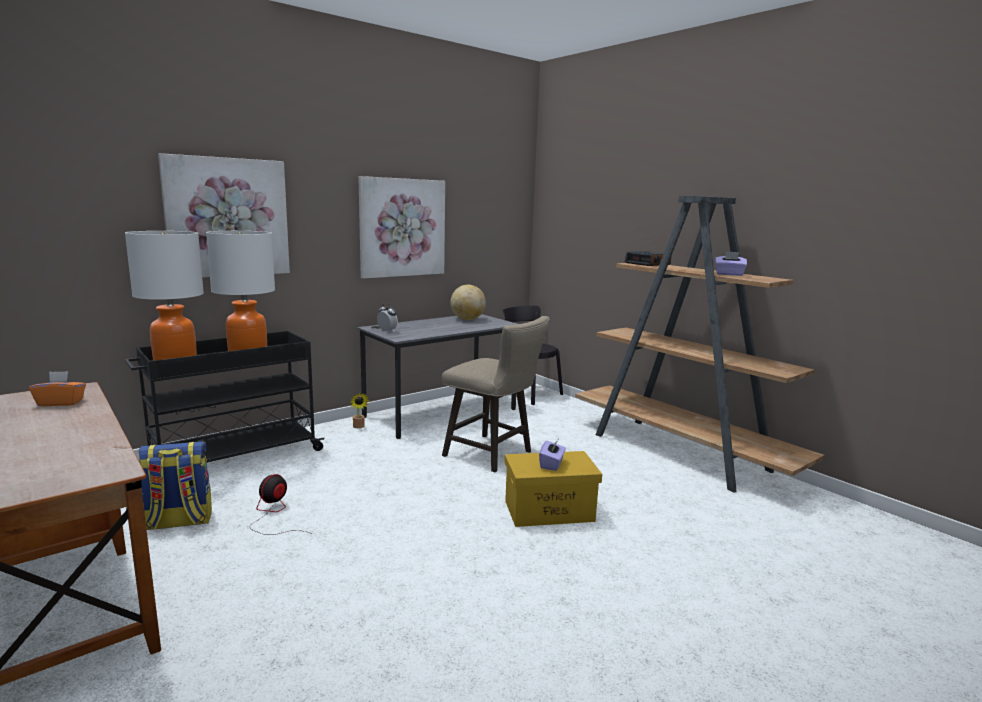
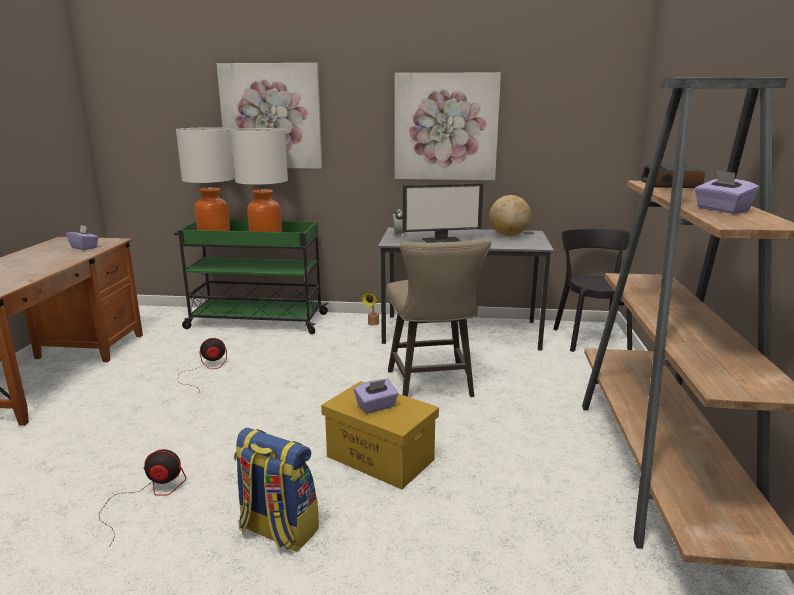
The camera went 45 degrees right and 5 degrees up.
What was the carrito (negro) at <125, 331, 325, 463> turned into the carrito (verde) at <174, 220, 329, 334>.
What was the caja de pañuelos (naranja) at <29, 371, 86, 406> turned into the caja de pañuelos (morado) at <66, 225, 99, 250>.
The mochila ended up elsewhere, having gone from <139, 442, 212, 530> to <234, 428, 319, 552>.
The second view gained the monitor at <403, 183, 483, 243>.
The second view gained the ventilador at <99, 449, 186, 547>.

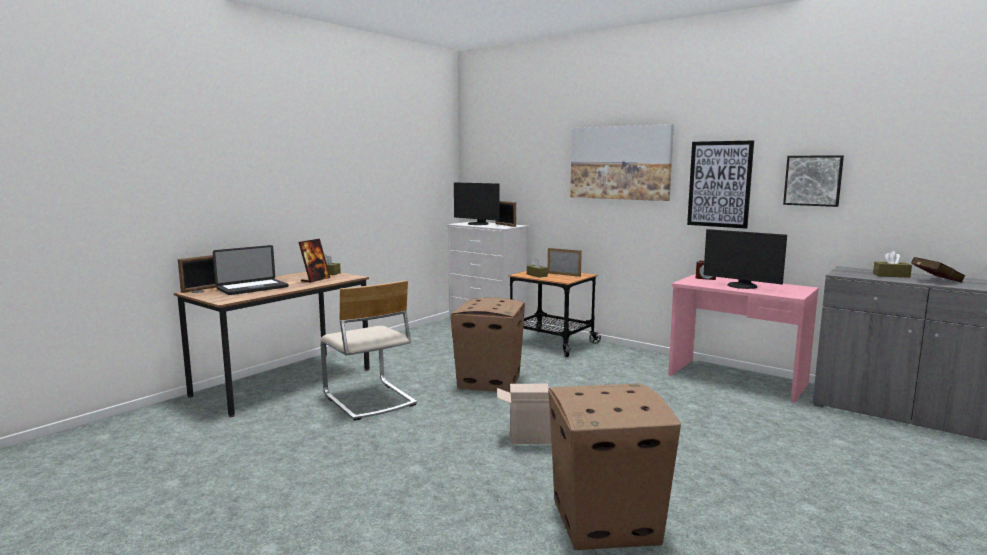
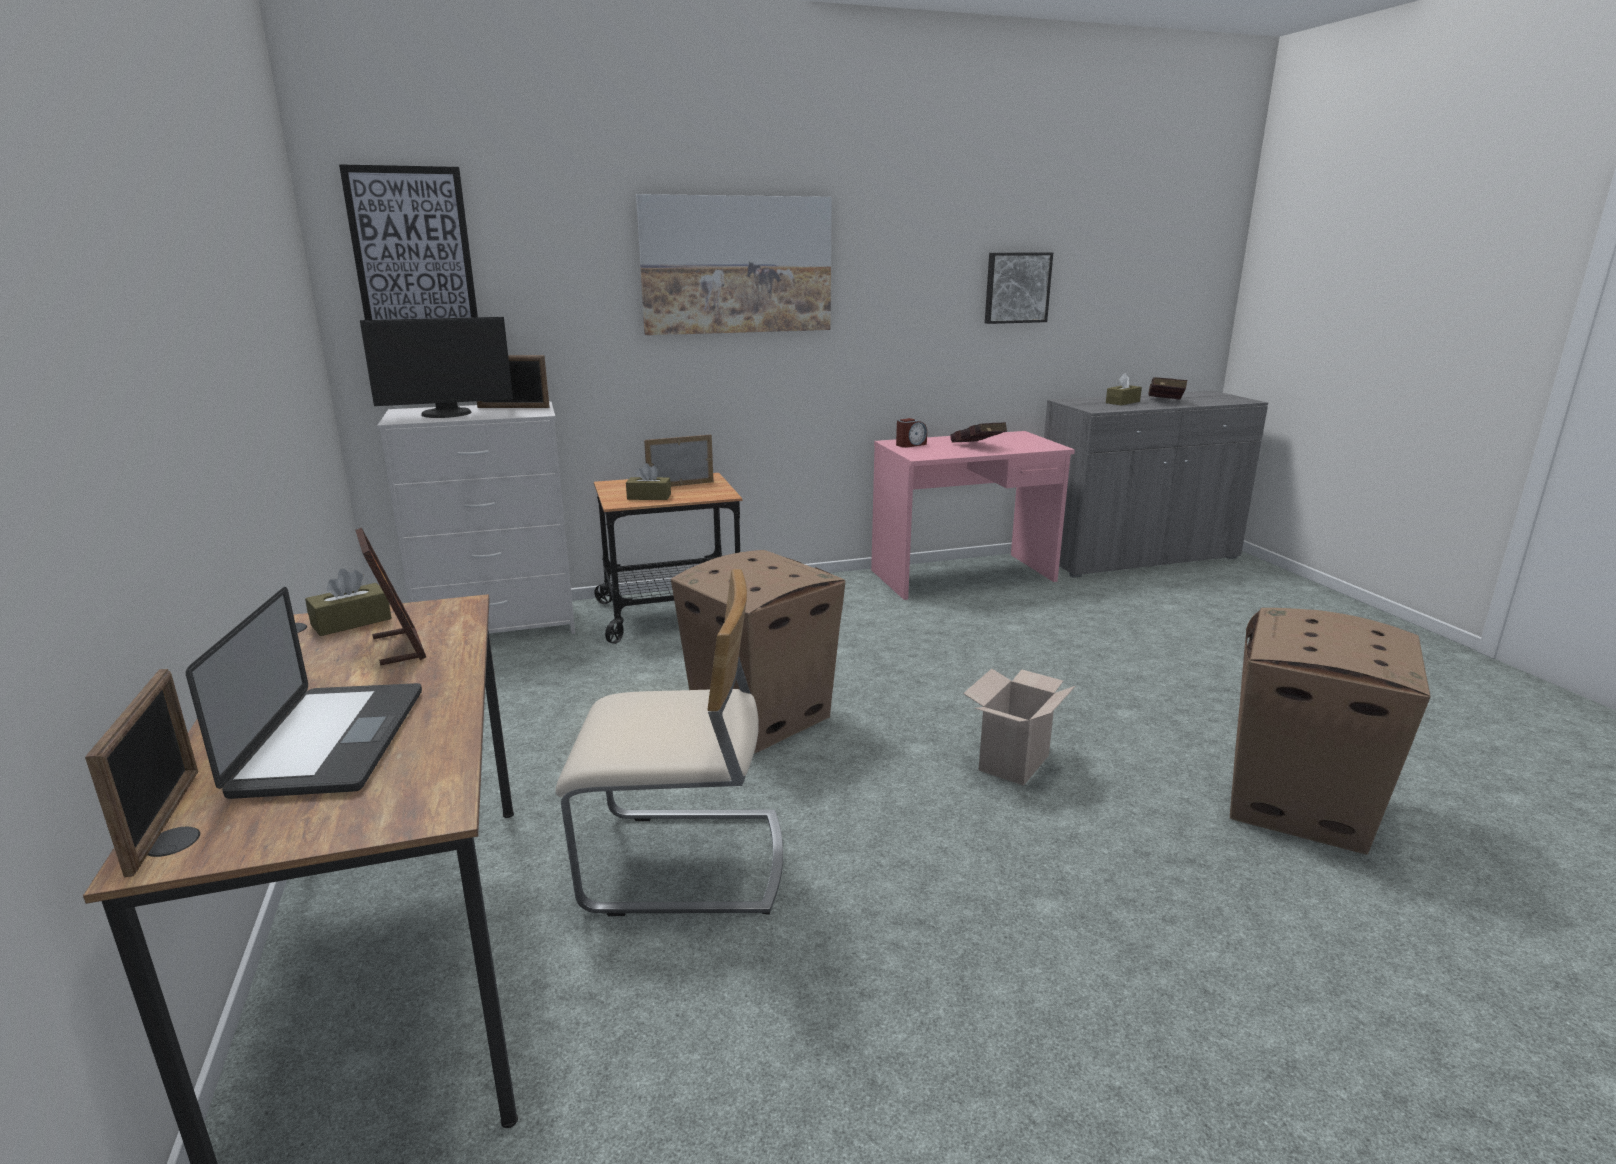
The camera went 55 degrees left and 10 degrees up.
The cuadro ended up elsewhere, having gone from <687, 140, 754, 229> to <339, 164, 478, 320>.
Where the monitor stood at <703, 229, 787, 289>, the libro (rojo) came to stand at <950, 422, 1007, 442>.

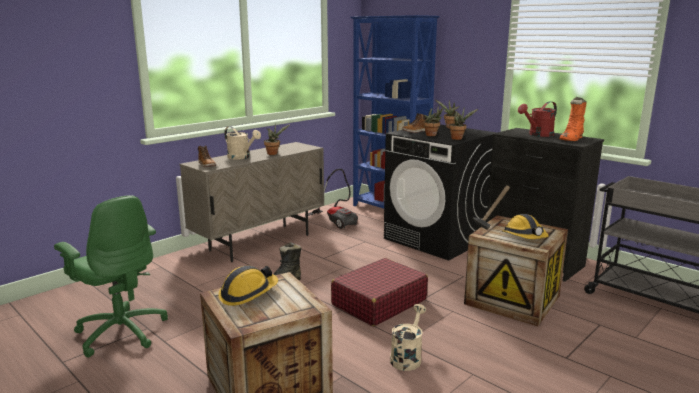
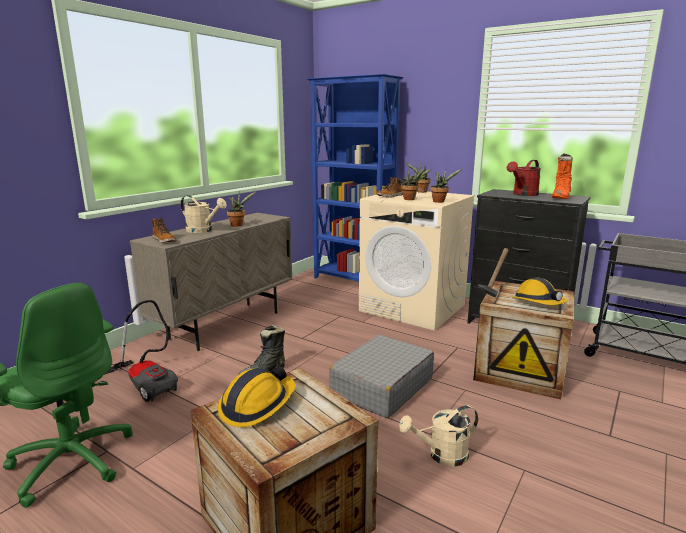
The camera went 10 degrees left and 0 degrees up.
What was the lavadora (negro) at <384, 124, 497, 260> turned into the lavadora (beis) at <359, 191, 475, 331>.
The aspiradora ended up elsewhere, having gone from <305, 169, 358, 229> to <104, 300, 178, 402>.
What was the maleta (rojo) at <331, 258, 428, 326> turned into the maleta (gris) at <329, 335, 434, 418>.
The regadera (beis) at <390, 304, 426, 371> ended up facing another way, 120 degrees counterclockwise from before.

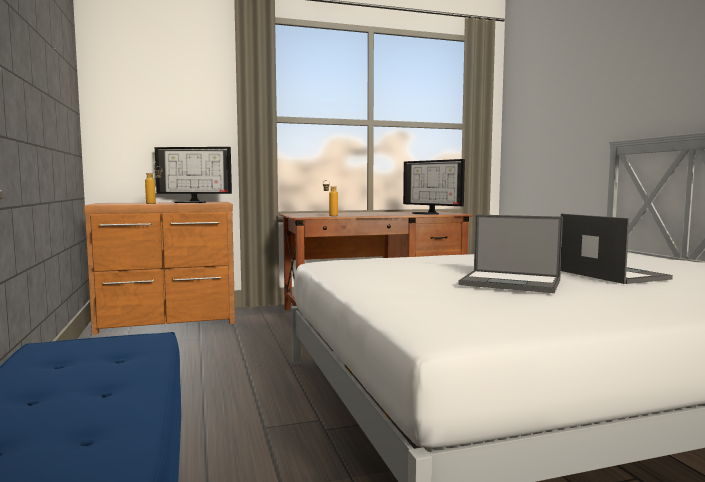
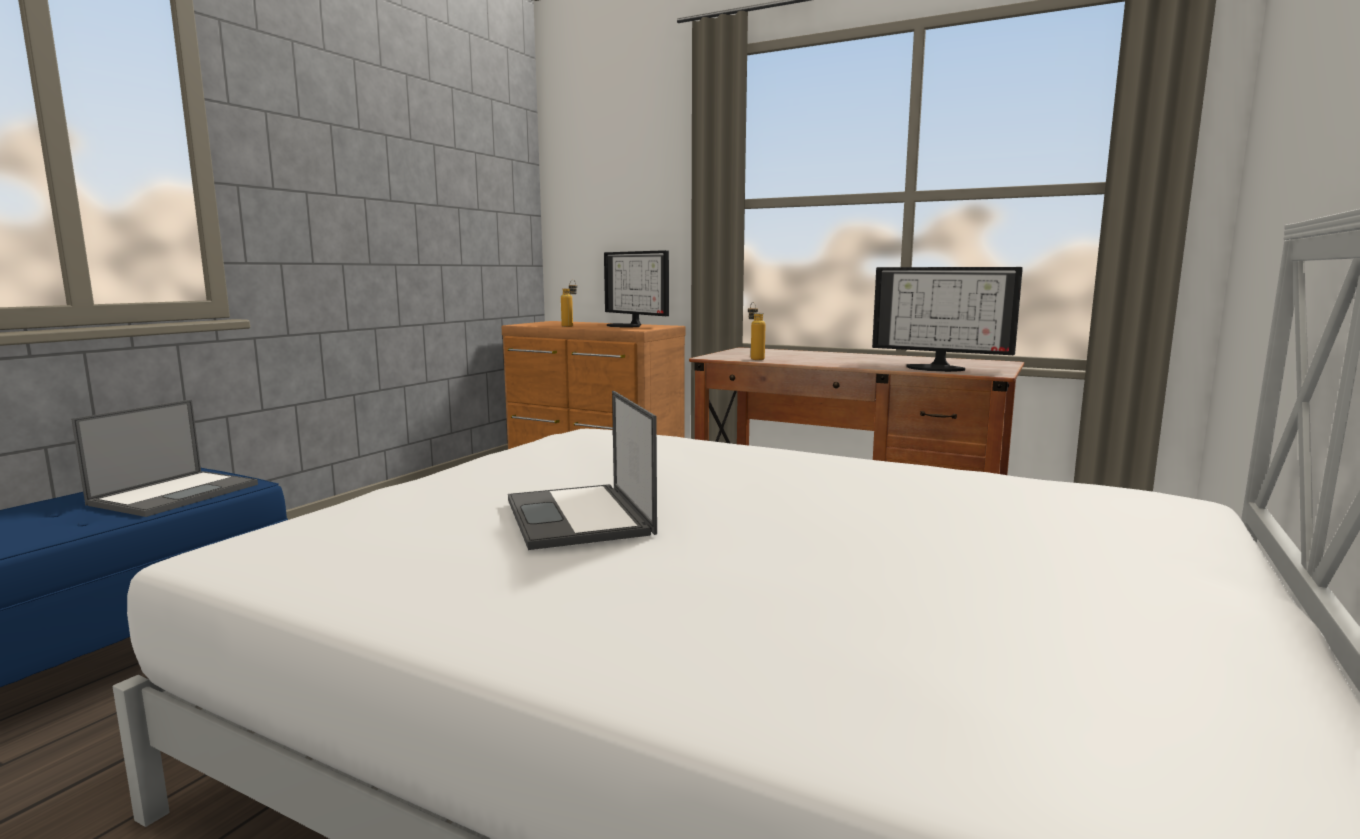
The camera went 45 degrees right and 5 degrees up.
The monitor at <403, 159, 465, 215> ended up facing another way, 60 degrees counterclockwise from before.
The portátil ended up elsewhere, having gone from <561, 214, 673, 284> to <71, 400, 258, 517>.

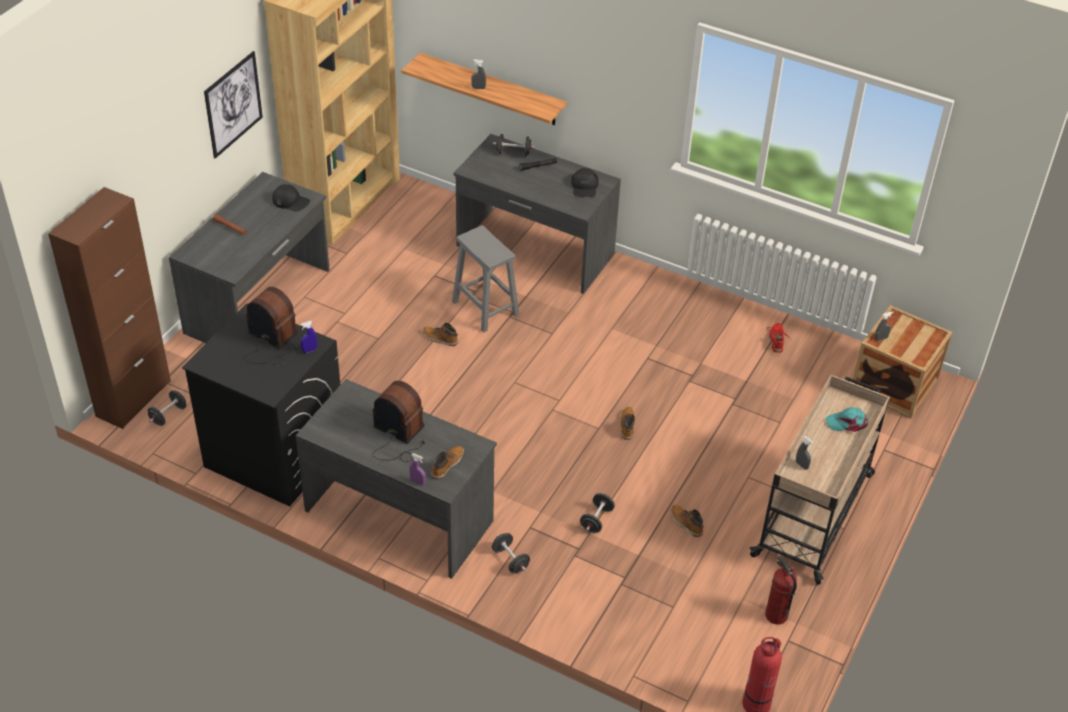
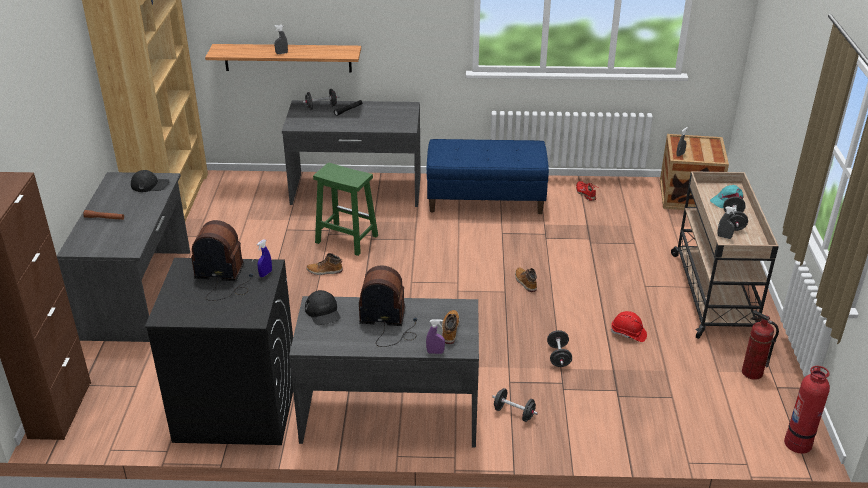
The camera went 25 degrees left and 10 degrees down.
The second view lost the cuadro at <204, 51, 263, 159>.
The gorra (negro) ended up elsewhere, having gone from <571, 168, 599, 197> to <305, 290, 341, 325>.
What was the taburete (gris) at <452, 225, 519, 332> turned into the taburete (verde) at <313, 163, 378, 256>.
The mancuerna (negro) ended up elsewhere, having gone from <148, 390, 186, 426> to <723, 196, 748, 231>.
Where the bota stood at <671, 505, 704, 537>, the casco (rojo) came to stand at <610, 311, 647, 342>.
The second view gained the banco (azul) at <427, 139, 549, 214>.

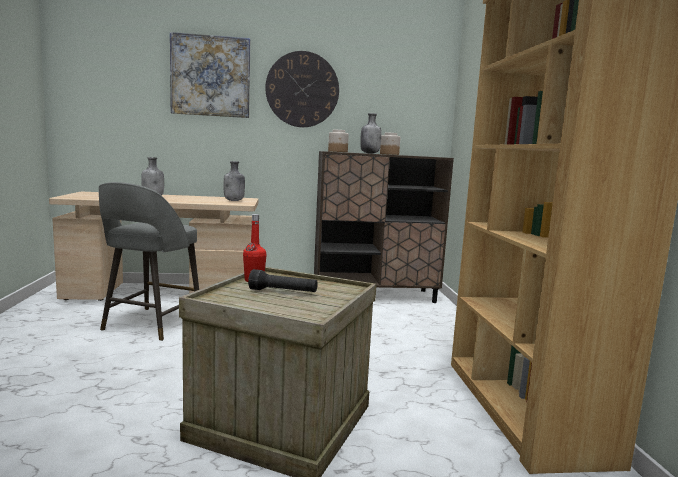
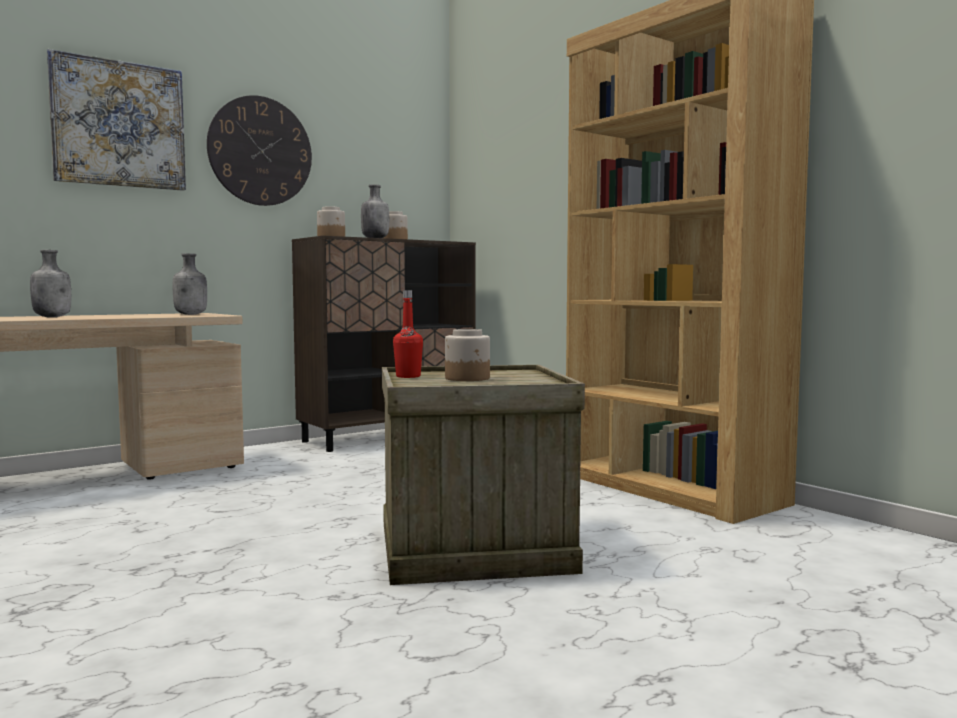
The camera went 30 degrees left and 5 degrees down.
The second view lost the taburete (gris) at <99, 182, 199, 341>.
Where the linterna (negro) stood at <248, 269, 318, 292>, the tarro came to stand at <445, 329, 490, 381>.

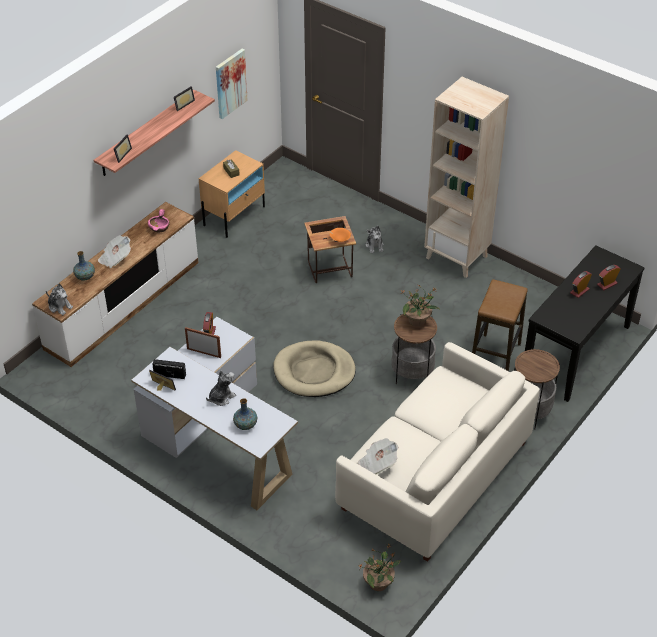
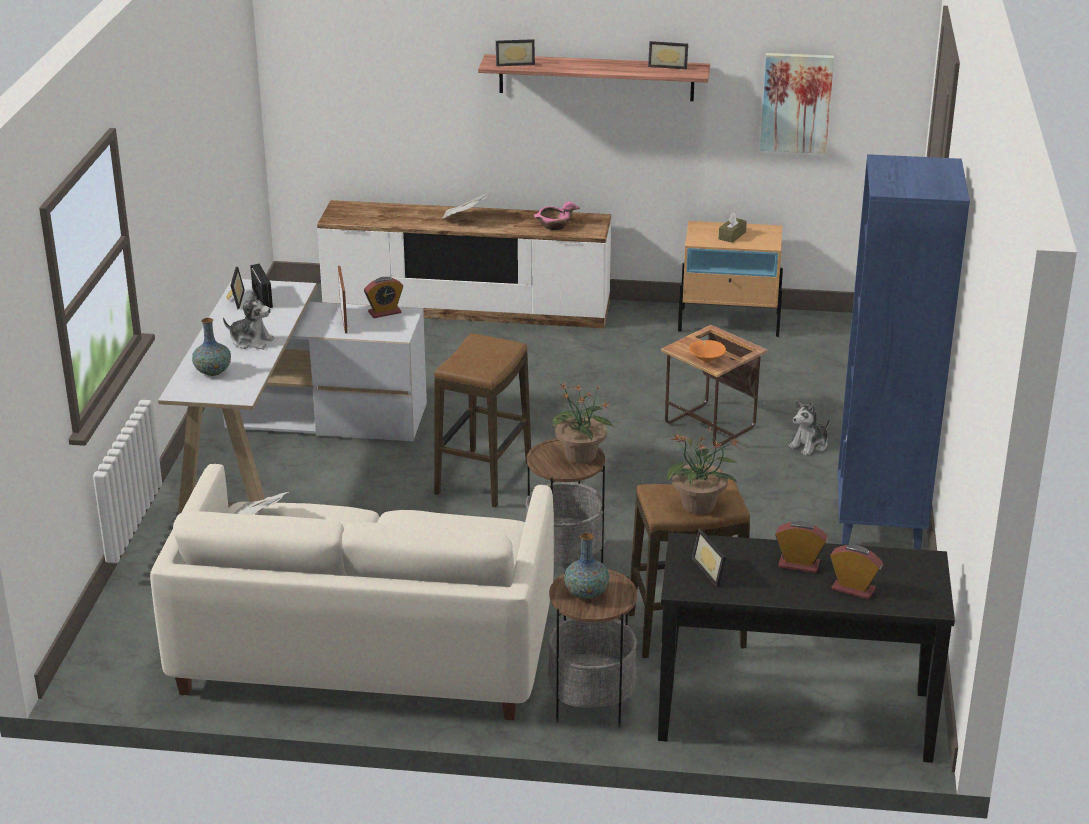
The camera went 60 degrees right and 15 degrees down.
What was the estantería (beis) at <424, 77, 509, 278> turned into the estantería (azul) at <838, 154, 970, 550>.
The florero ended up elsewhere, having gone from <73, 251, 95, 281> to <564, 533, 610, 599>.
The second view lost the peluche at <46, 283, 73, 315>.
Where the cama para perro (beis) stood at <273, 341, 356, 397>, the taburete came to stand at <434, 333, 531, 508>.
The planta en maceta ended up elsewhere, having gone from <359, 543, 402, 591> to <667, 427, 740, 514>.
The second view gained the portarretratos at <692, 529, 726, 587>.

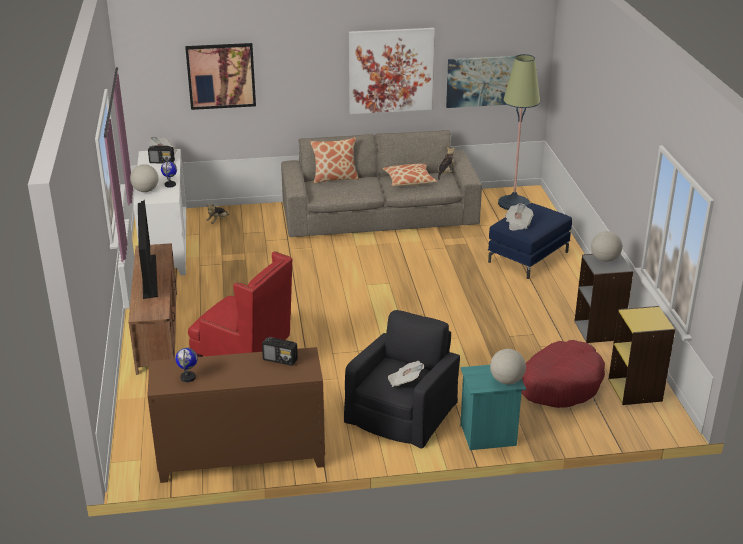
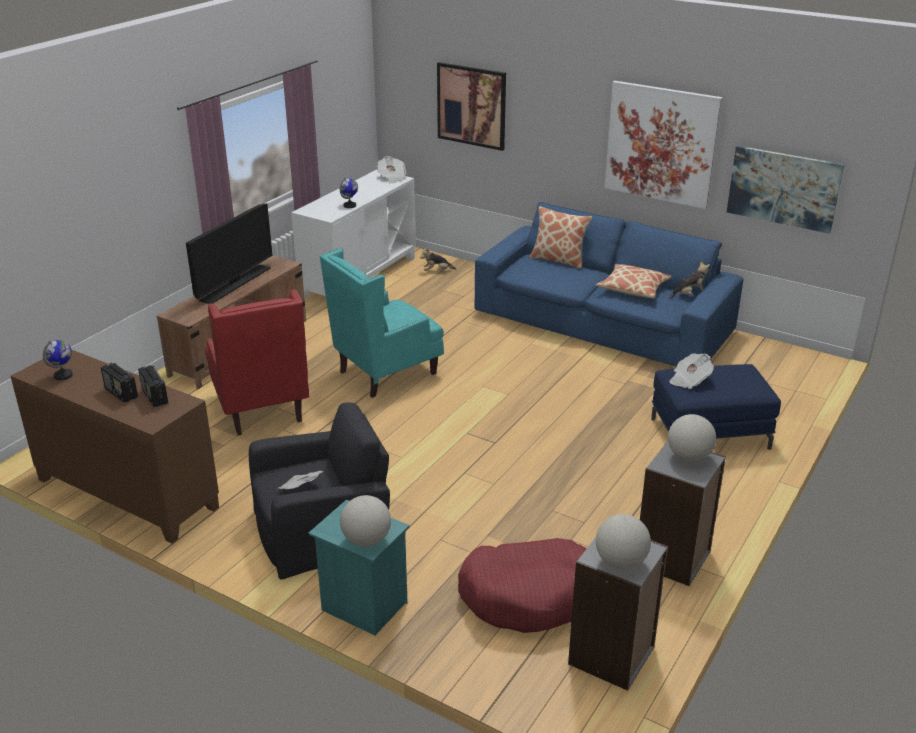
The camera went 40 degrees right and 0 degrees up.
The second view lost the lámpara de pie at <498, 54, 540, 210>.
What was the sofá (beis) at <281, 130, 482, 237> turned into the sofá (azul) at <475, 202, 743, 367>.
The radio ended up elsewhere, having gone from <148, 145, 175, 164> to <101, 363, 138, 403>.
The globo terráqueo ended up elsewhere, having gone from <130, 164, 159, 192> to <596, 514, 651, 569>.
What was the estantería (amarillo) at <608, 306, 675, 405> turned into the estantería (gris) at <568, 537, 668, 691>.
The second view gained the sillón (turquesa) at <320, 248, 444, 398>.

